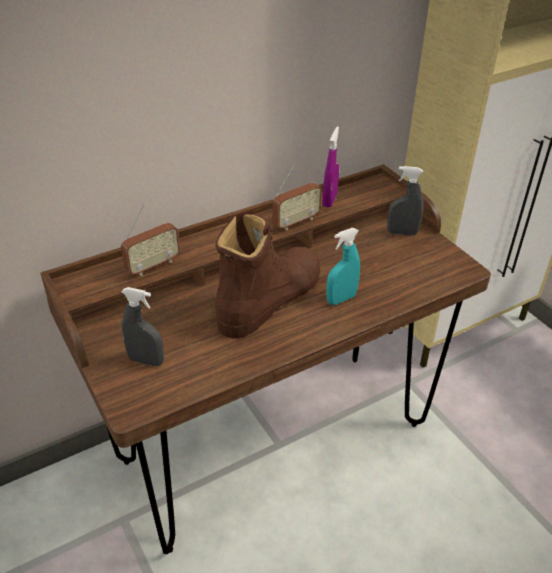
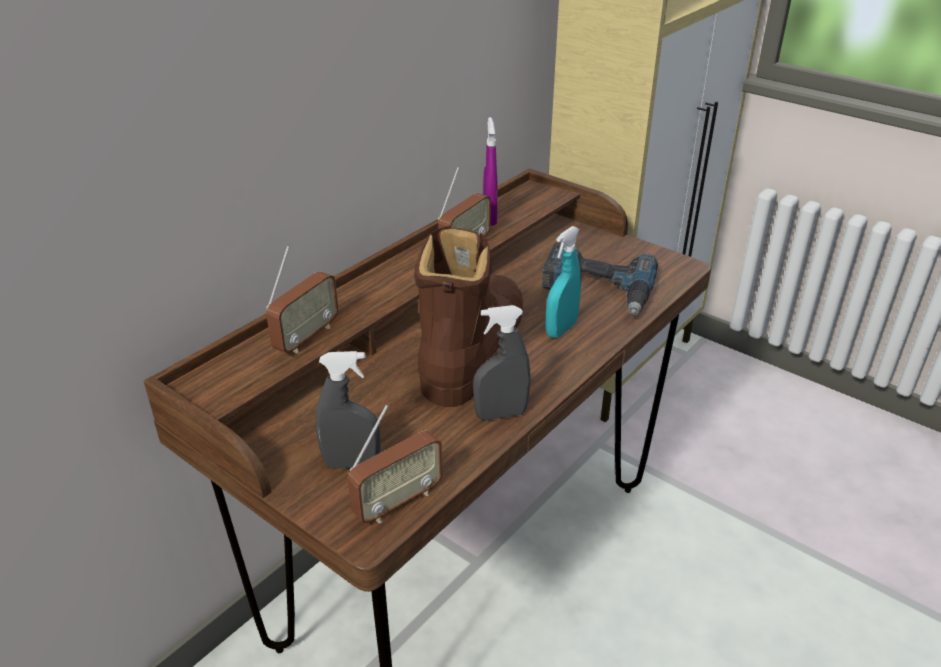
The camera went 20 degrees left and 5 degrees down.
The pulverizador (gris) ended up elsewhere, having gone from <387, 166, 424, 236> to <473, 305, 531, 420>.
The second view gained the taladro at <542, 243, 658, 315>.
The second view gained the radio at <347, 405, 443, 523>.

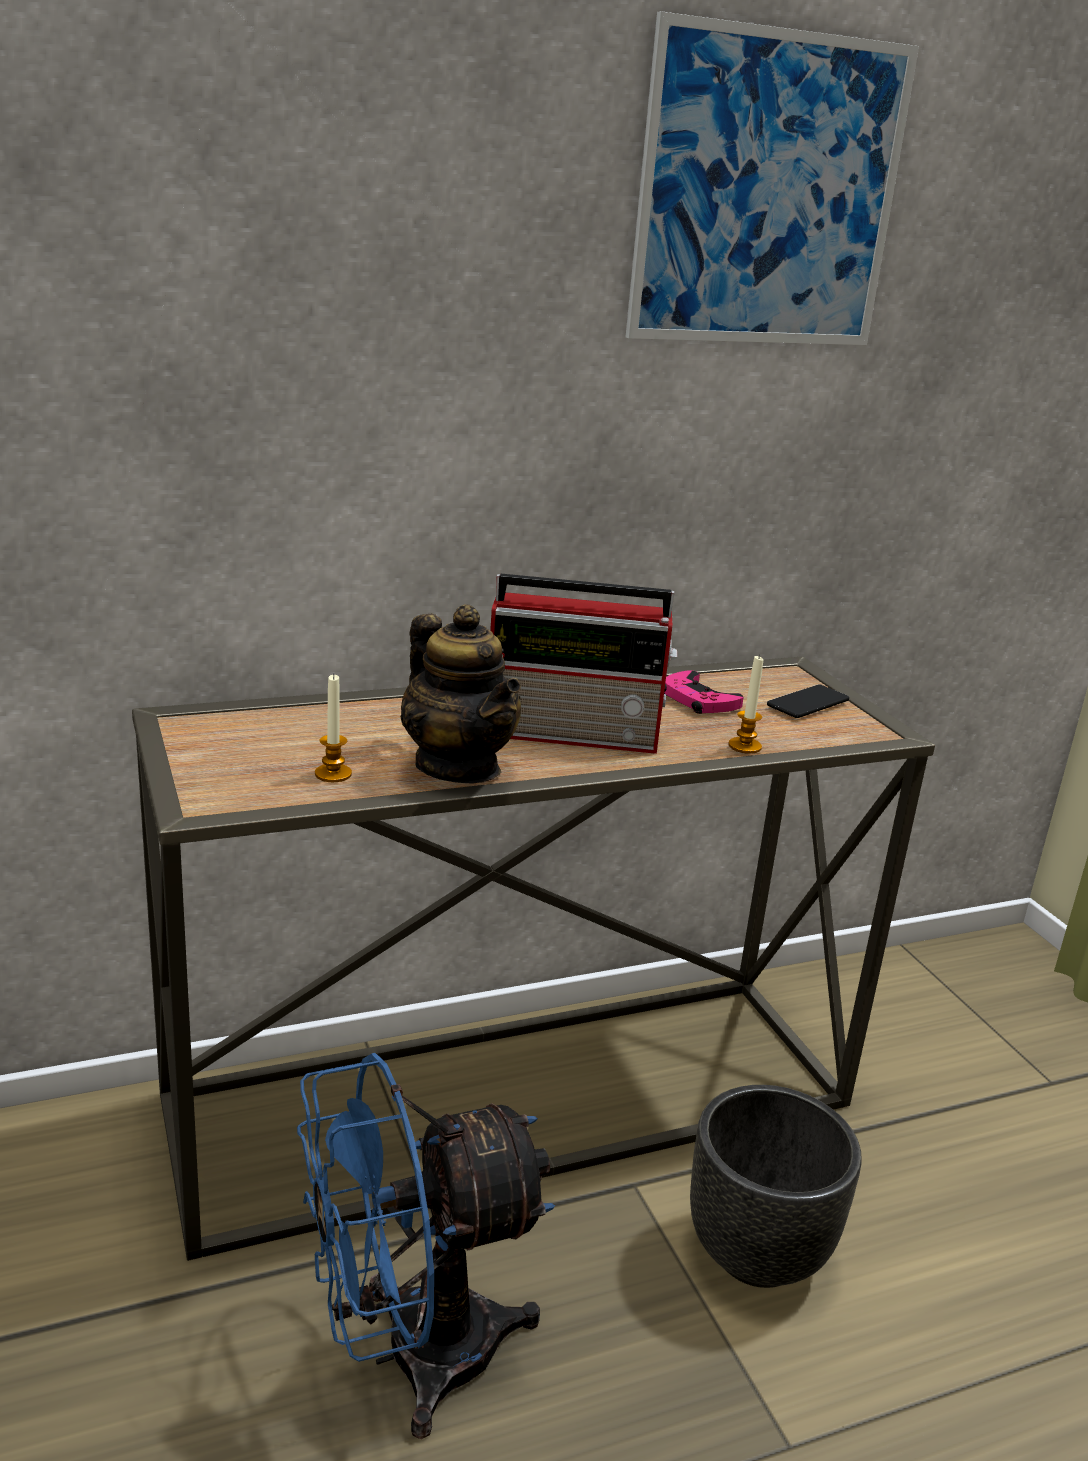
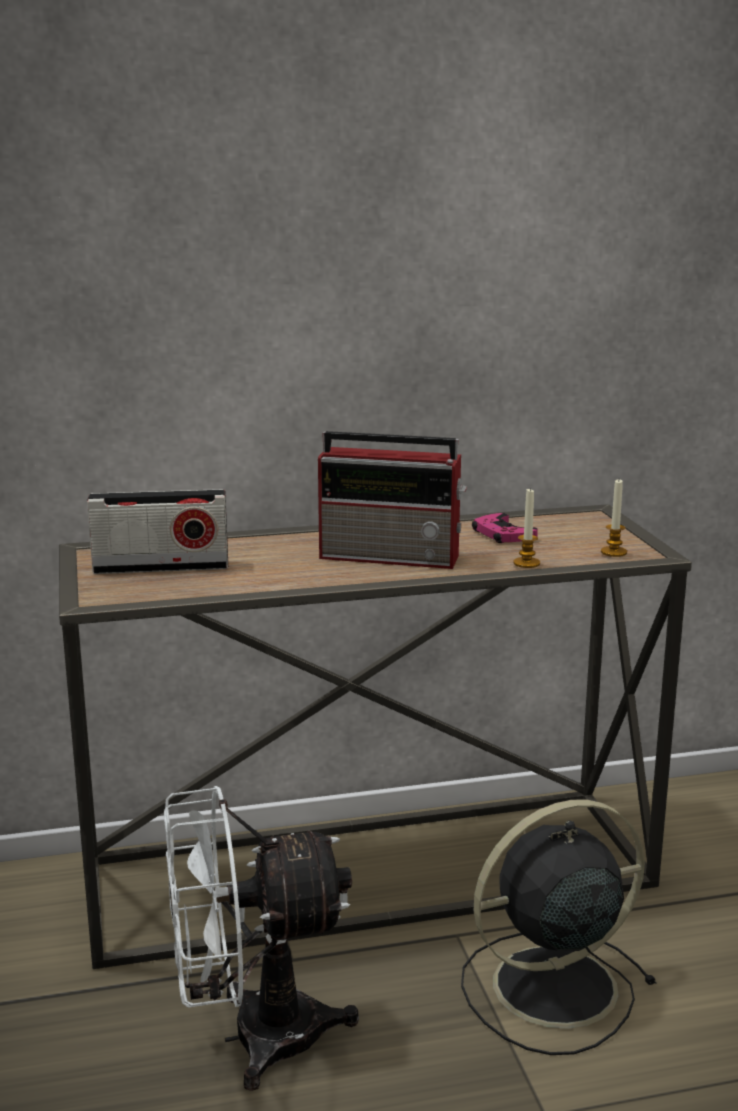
The camera went 10 degrees right and 5 degrees down.
The second view lost the cuadro at <626, 11, 919, 345>.
The second view lost the tetera at <400, 604, 521, 783>.
The vela ended up elsewhere, having gone from <315, 674, 352, 782> to <601, 479, 627, 557>.
The second view lost the móvil at <767, 684, 849, 718>.
What was the ventilador (azul) at <297, 1053, 555, 1439> turned into the ventilador (blanco) at <164, 786, 359, 1091>.
Where the maceta (negro) stood at <690, 1085, 862, 1288>, the ventilador (negro) came to stand at <461, 800, 657, 1055>.
The second view gained the radio at <87, 489, 228, 574>.

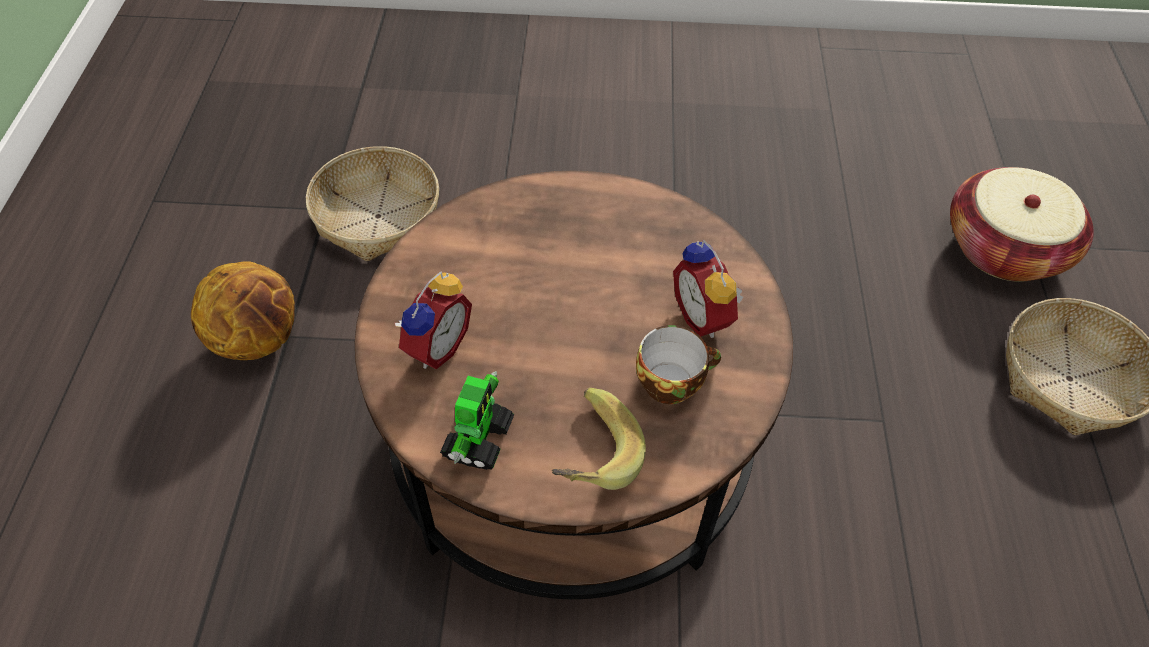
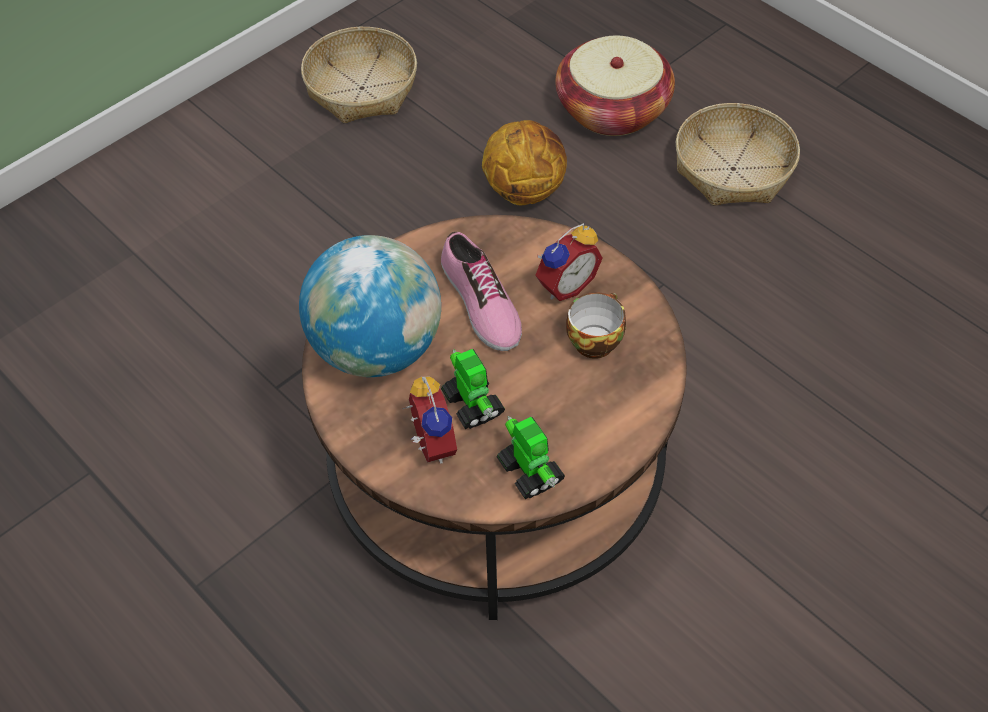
The camera went 45 degrees left and 0 degrees up.
The cesta ended up elsewhere, having gone from <306, 146, 439, 261> to <301, 27, 417, 123>.
The despertador at <673, 240, 743, 338> ended up facing another way, 60 degrees counterclockwise from before.
The balón de baloncesto ended up elsewhere, having gone from <191, 261, 295, 360> to <482, 120, 567, 205>.
The second view lost the plátano at <552, 388, 646, 490>.
The second view gained the zapato at <441, 232, 522, 351>.
The second view gained the globo terráqueo at <299, 235, 441, 377>.
The second view gained the robot de juguete at <441, 349, 505, 429>.

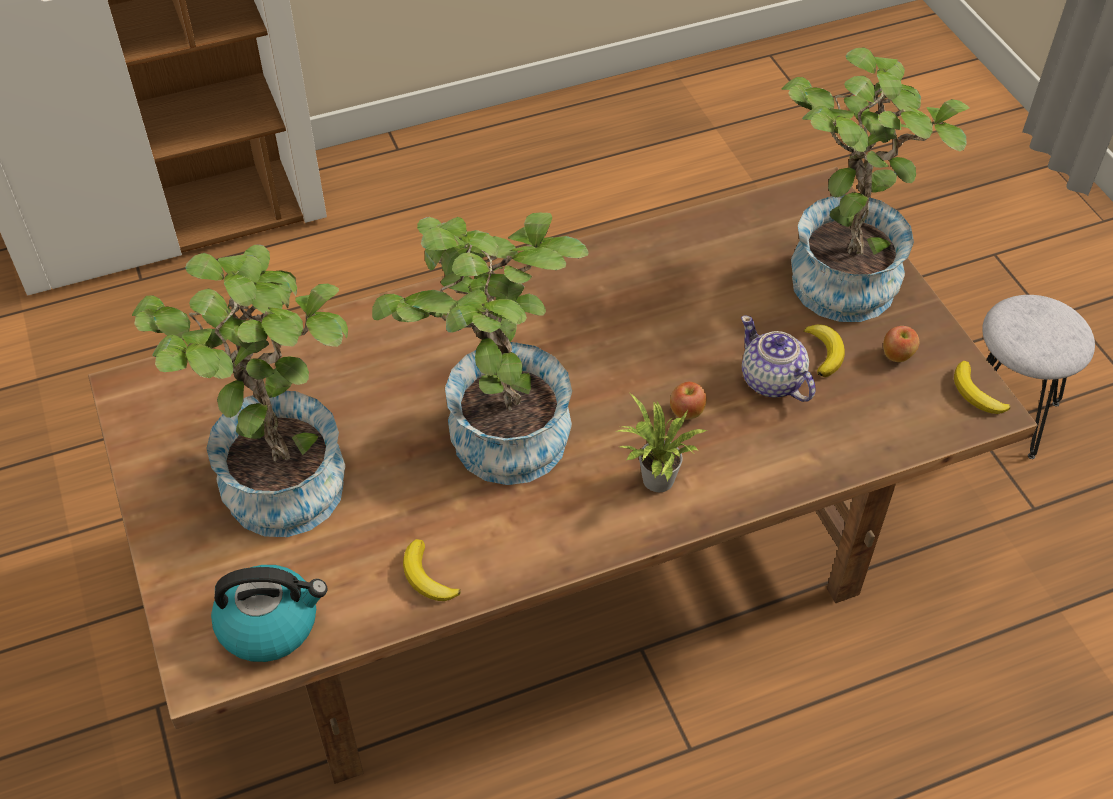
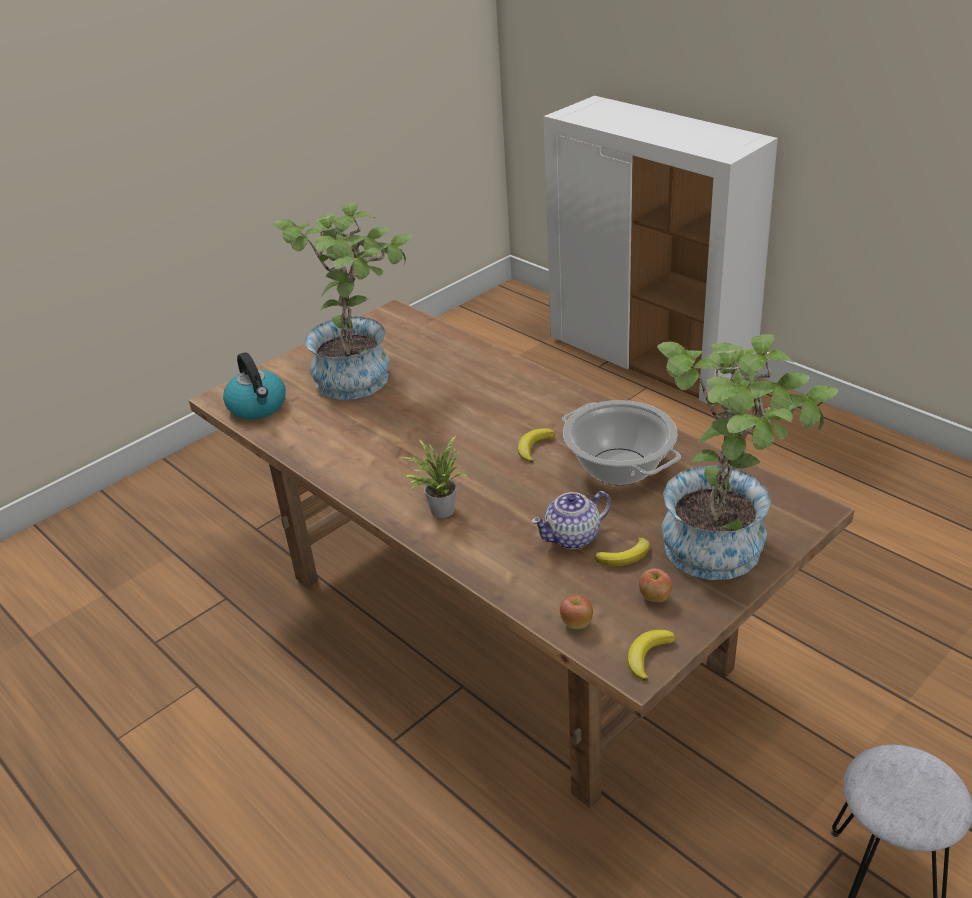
The camera went 70 degrees right and 15 degrees down.
The second view lost the planta en maceta at <372, 213, 589, 485>.
The tetera at <741, 315, 816, 402> ended up facing another way, 150 degrees counterclockwise from before.
The manzana ended up elsewhere, having gone from <670, 382, 707, 420> to <560, 594, 593, 629>.
The plátano ended up elsewhere, having gone from <403, 539, 461, 601> to <518, 428, 555, 463>.
The second view gained the olla at <562, 400, 681, 485>.

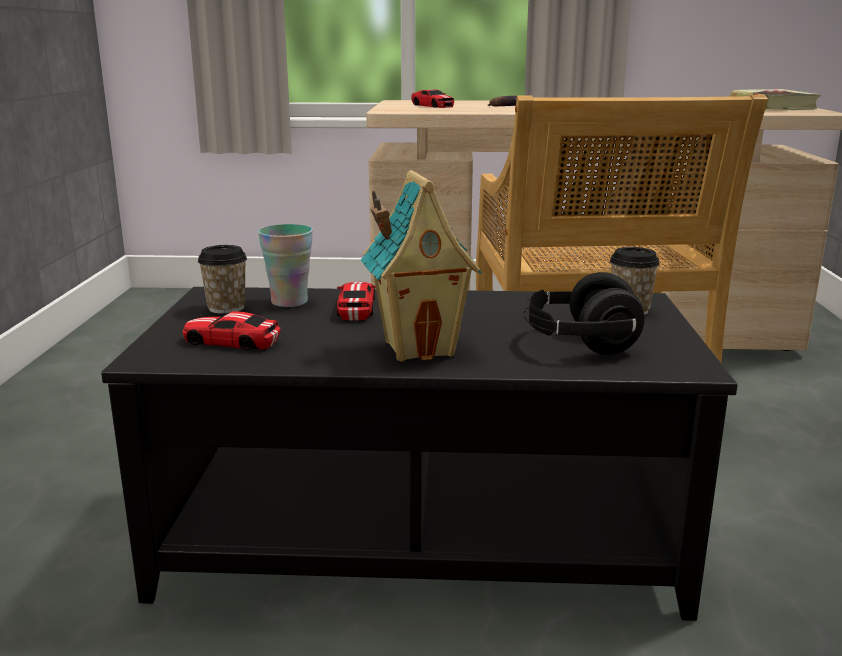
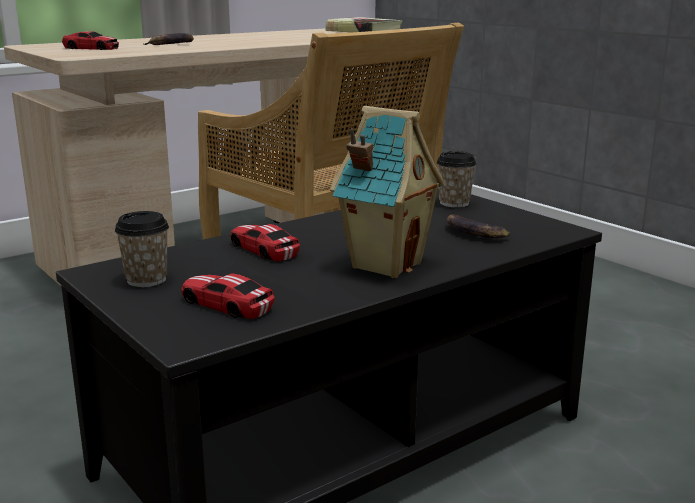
The camera went 40 degrees left and 0 degrees up.
The second view lost the taza at <258, 224, 313, 307>.
Where the auriculares (negro) stood at <523, 272, 644, 355>, the plátano came to stand at <447, 214, 511, 238>.
The coche de juguete at <183, 312, 281, 350> ended up facing another way, 60 degrees clockwise from before.

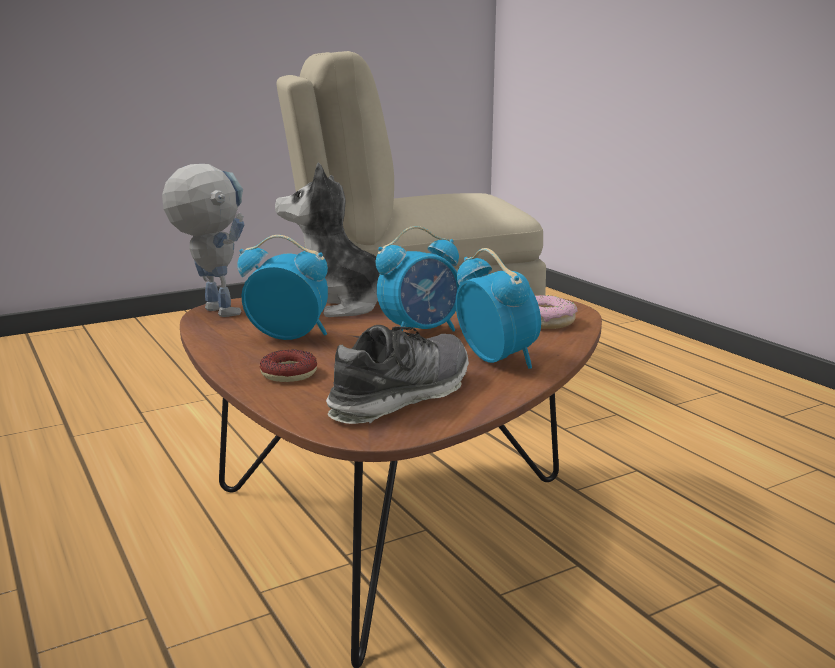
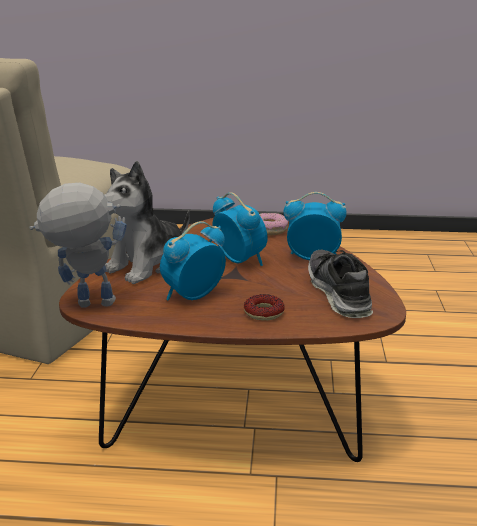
The camera went 55 degrees left and 5 degrees up.
The despertador at <376, 226, 459, 331> ended up facing another way, 45 degrees counterclockwise from before.

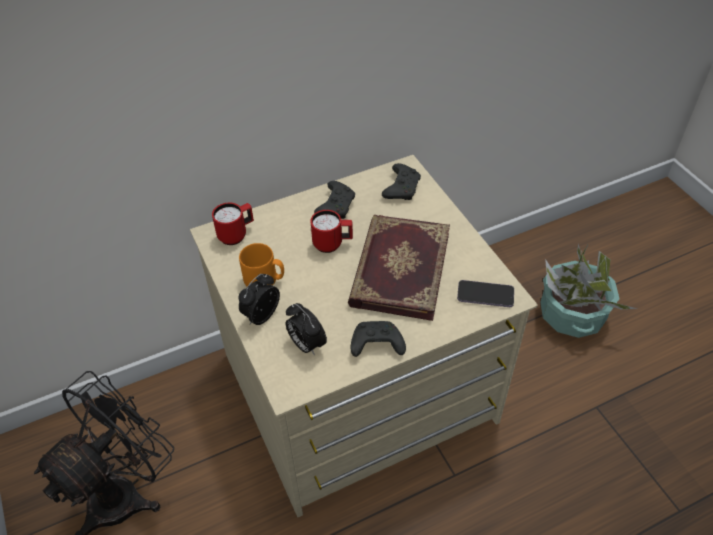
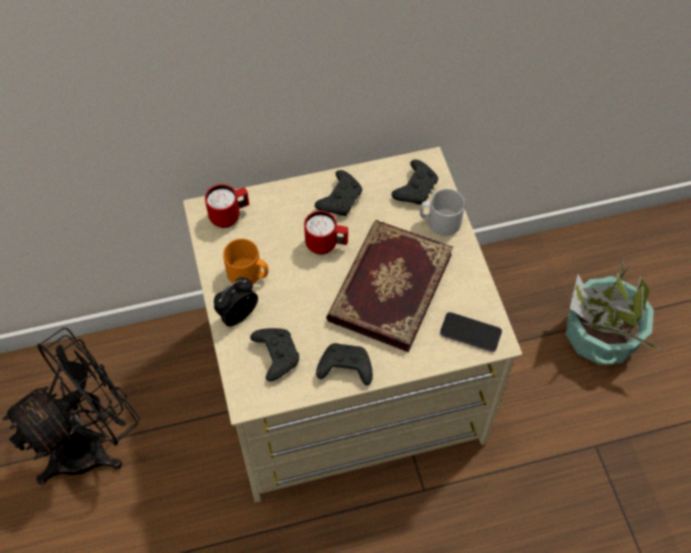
The camera went 10 degrees right and 10 degrees up.
Where the despertador stood at <286, 303, 327, 356>, the mando de consola (negro) came to stand at <250, 328, 299, 381>.
The second view gained the taza grande (gris) at <420, 189, 465, 236>.

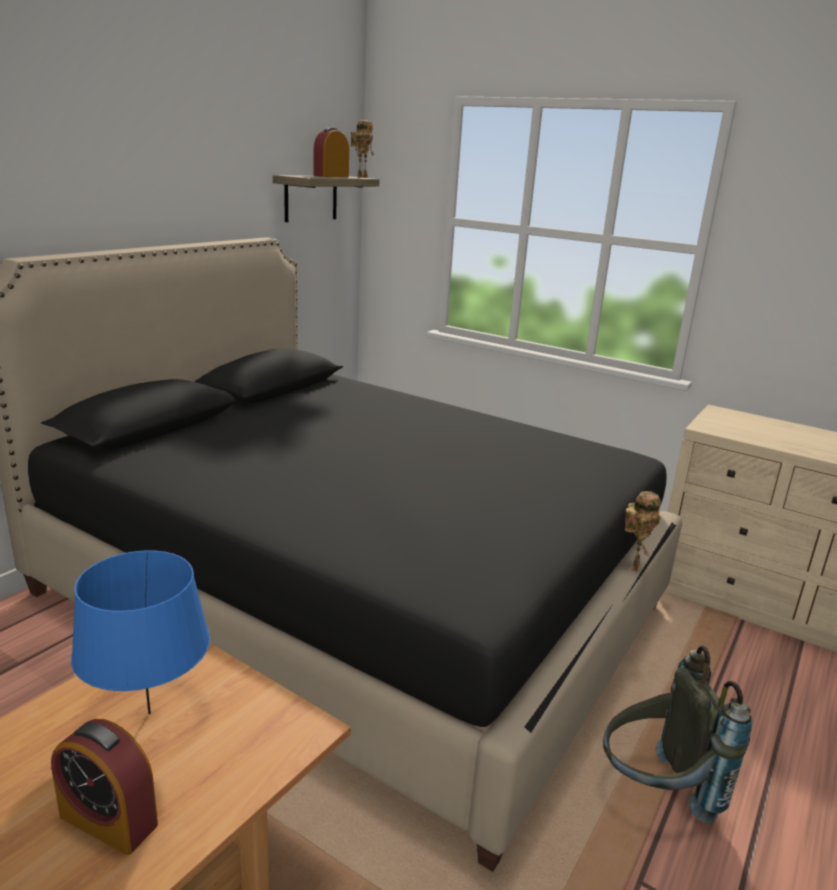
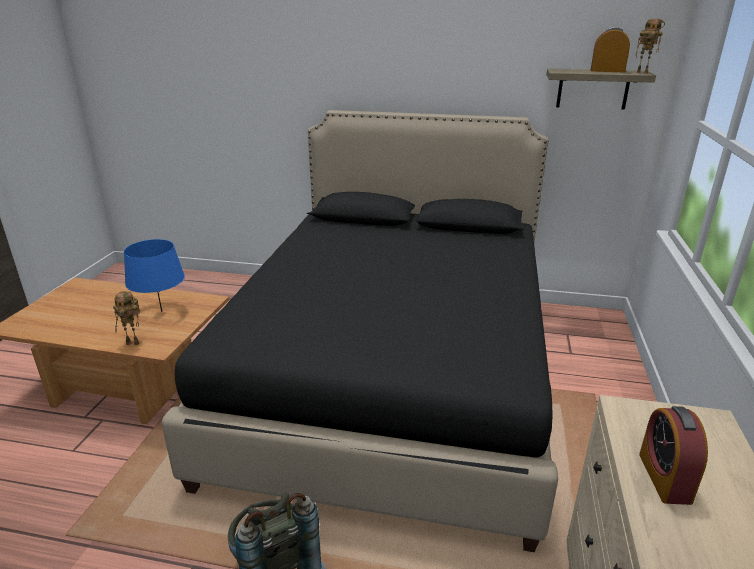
The camera went 70 degrees right and 5 degrees up.
The robot de juguete ended up elsewhere, having gone from <625, 491, 661, 572> to <113, 291, 140, 345>.
The despertador ended up elsewhere, having gone from <51, 719, 158, 855> to <639, 406, 708, 505>.

